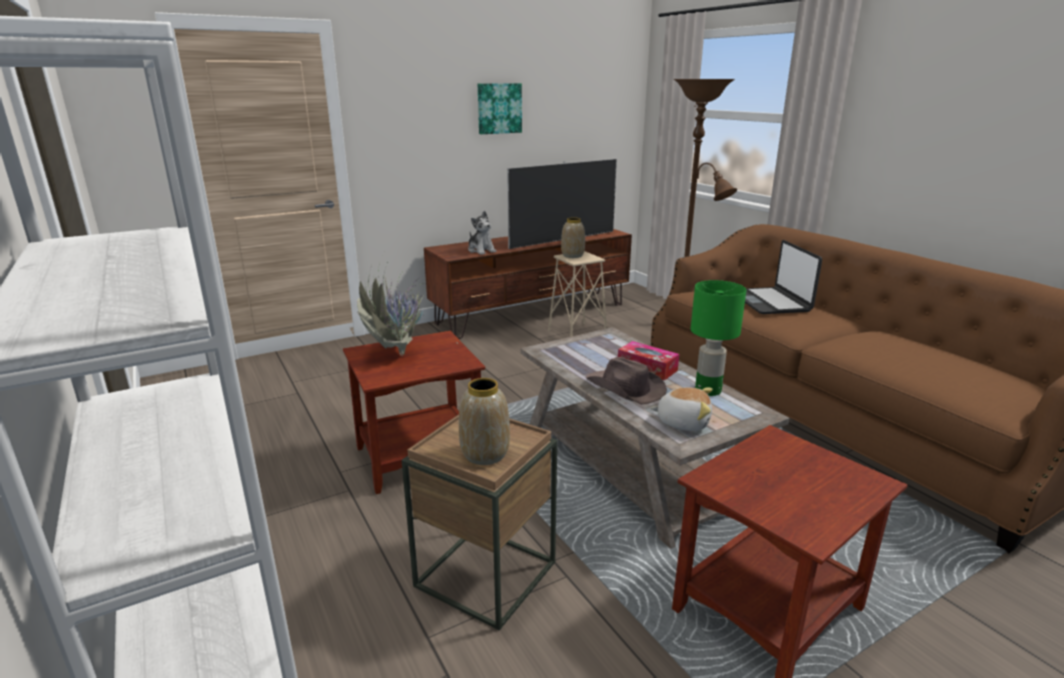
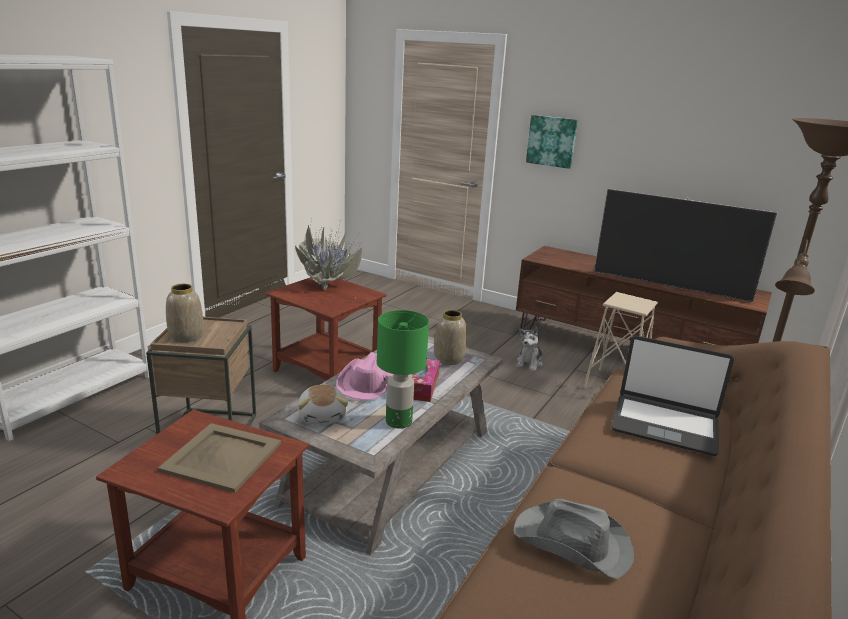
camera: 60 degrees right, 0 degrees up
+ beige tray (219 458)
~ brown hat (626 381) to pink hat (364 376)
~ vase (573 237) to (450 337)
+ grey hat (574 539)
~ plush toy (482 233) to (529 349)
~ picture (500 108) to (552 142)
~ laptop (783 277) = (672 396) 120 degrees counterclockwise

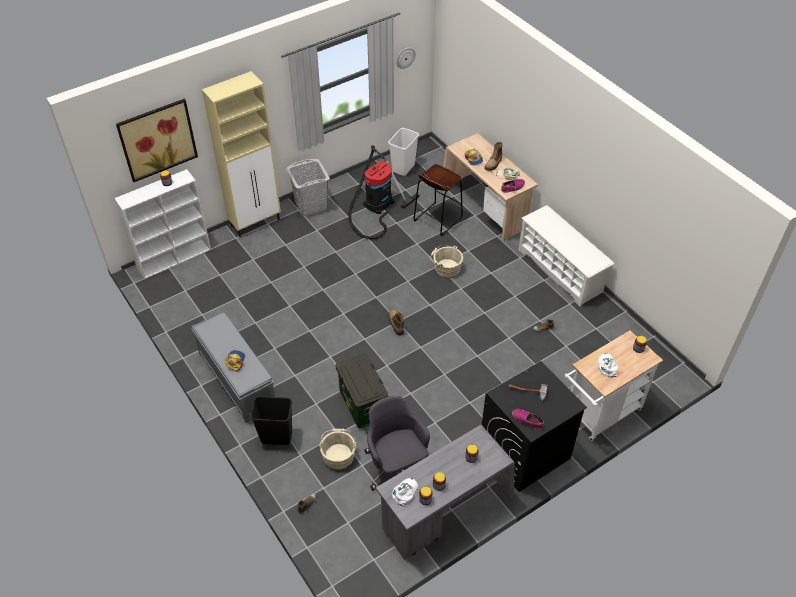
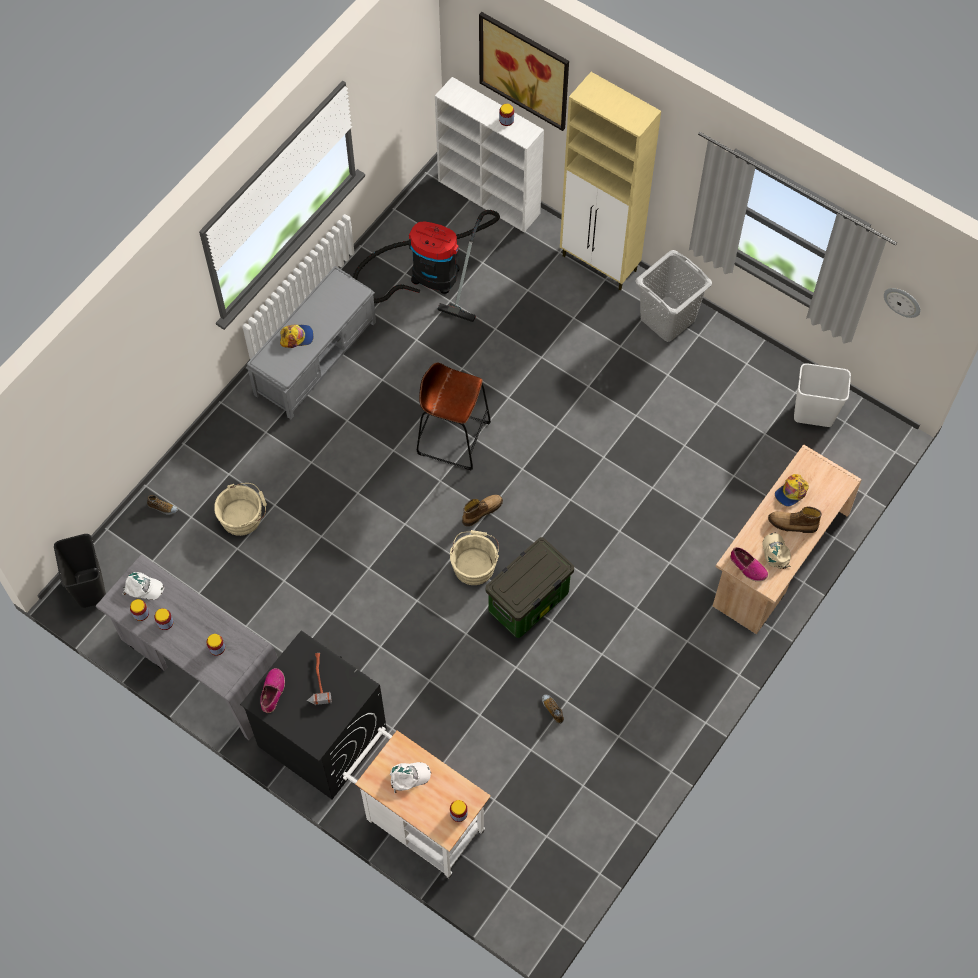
camera: 70 degrees right, 15 degrees up
~ black trash can (271 420) to (80 571)
~ vacuum cleaner (383 192) to (426 266)
~ brown stool (438 200) to (454 416)
~ beige bucket (446 261) to (474 557)
~ storage box (362 391) to (530 587)
- grey office chair (397 443)
- white shoe rack (566 256)

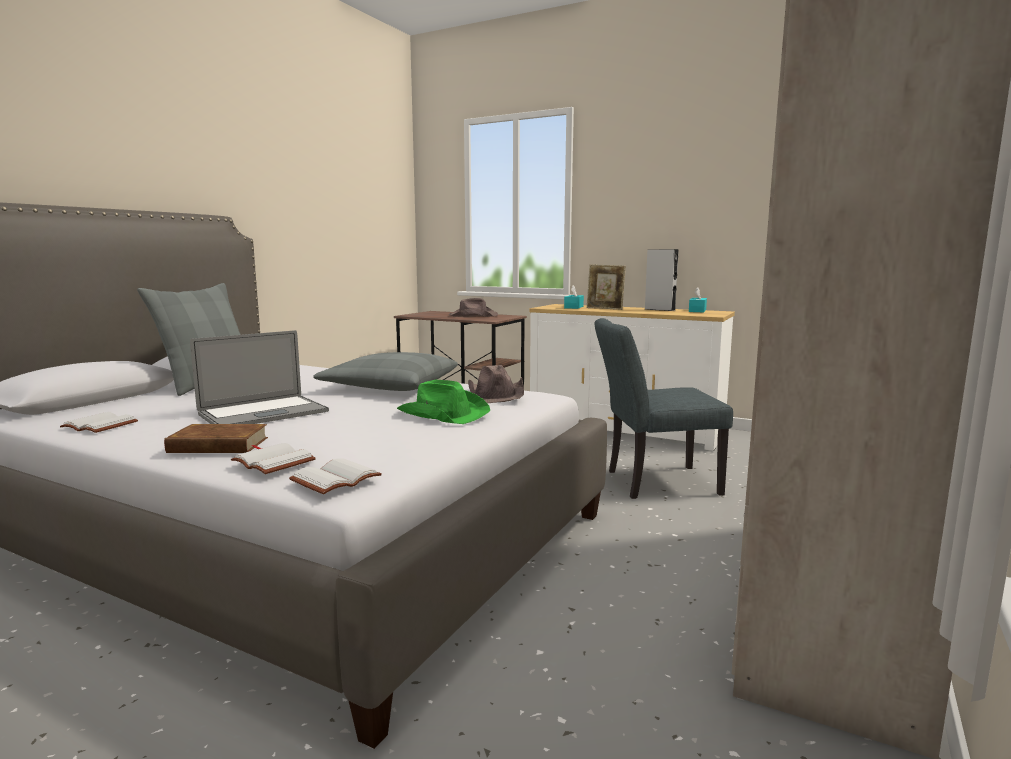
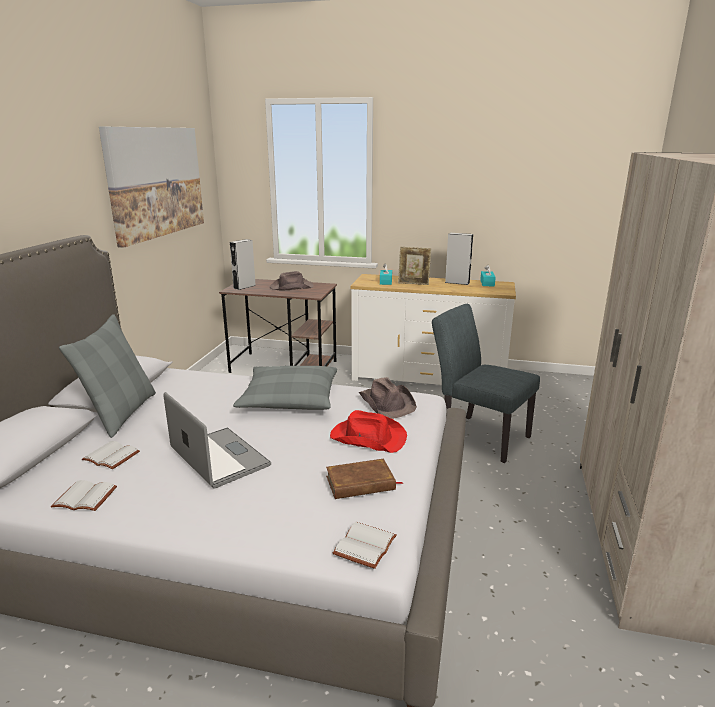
camera: 15 degrees left, 10 degrees up
~ white book (273 458) to (111 455)
+ picture (151 187)
~ laptop (259 377) = (217 440) 75 degrees counterclockwise
+ grey speaker (243 264)
~ brown book (216 438) to (364 479)
~ green hat (443 402) to red hat (368 431)
~ grey chair (664 408) = (486 383) 60 degrees clockwise

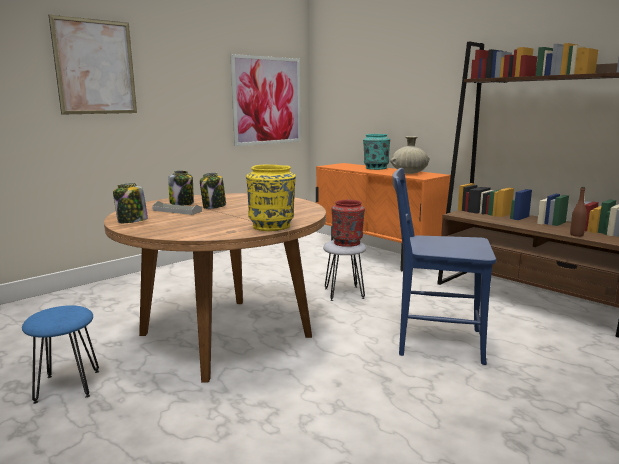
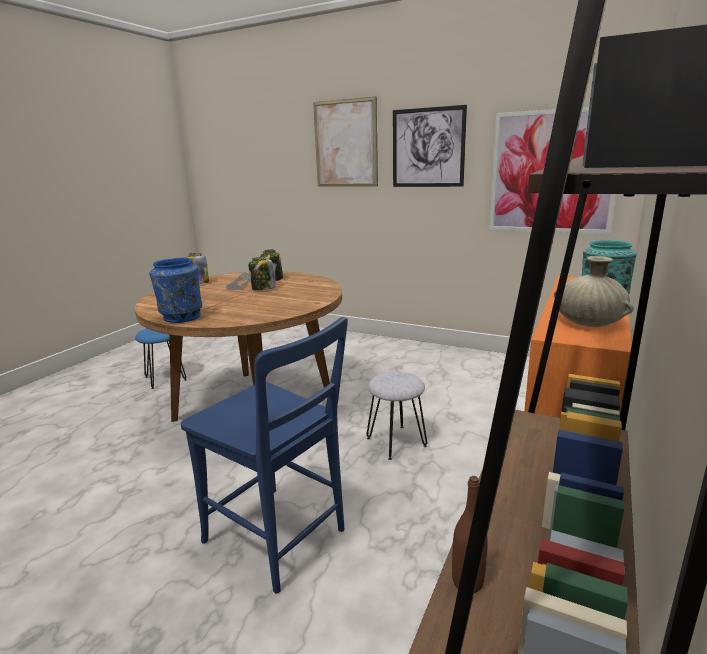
camera: 70 degrees right, 5 degrees up
~ yellow vase (271 197) to blue vase (175 290)
~ blue chair (444 266) = (264 455) 135 degrees clockwise
+ picture (430 146)
- red vase (348 223)

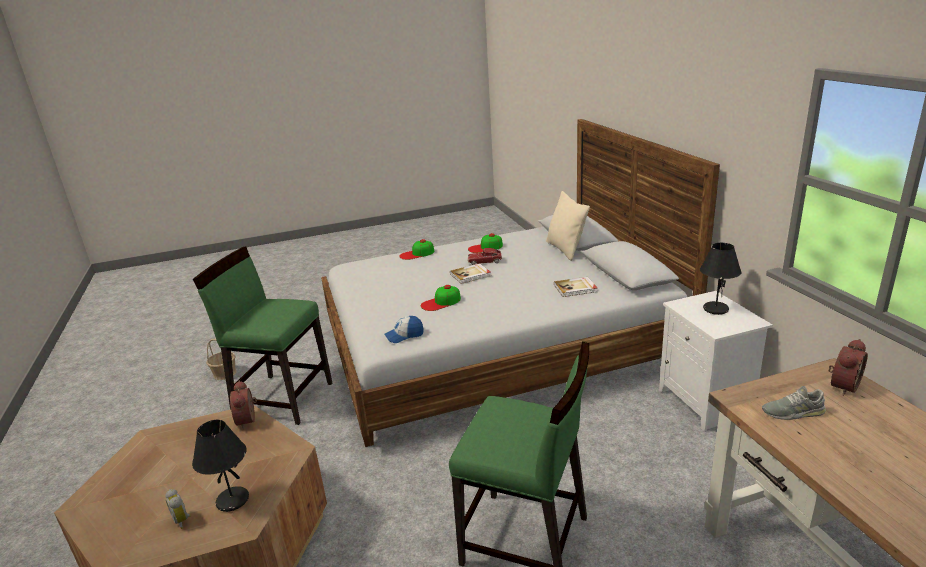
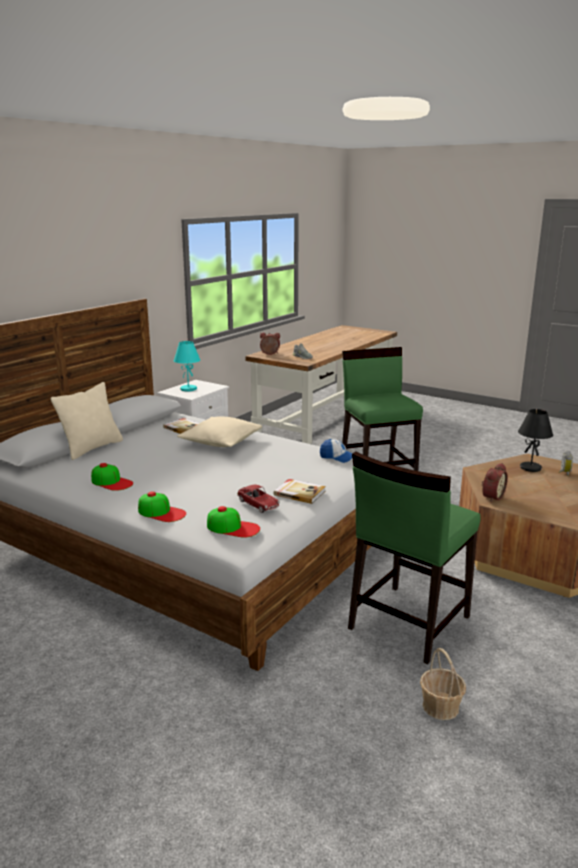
camera: 130 degrees left, 5 degrees down
~ black table lamp (720 279) to turquoise table lamp (187 366)
+ beige pillow (219 431)
~ cap (441 298) to (233 522)
~ toy car (485 256) to (258 499)
~ book (470 273) to (300 491)
~ green chair (262 336) = (414 557) 60 degrees clockwise

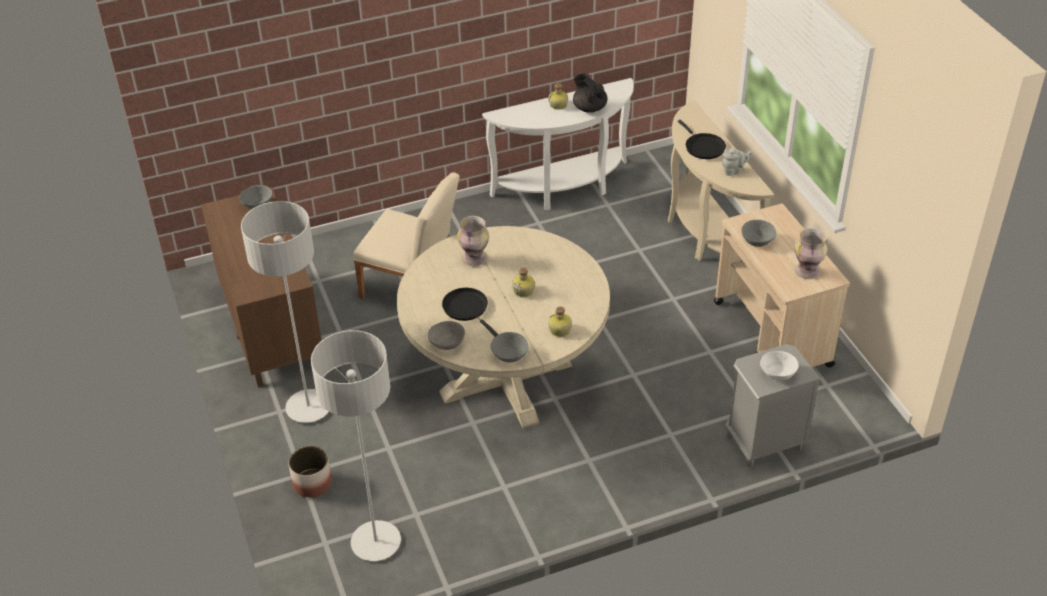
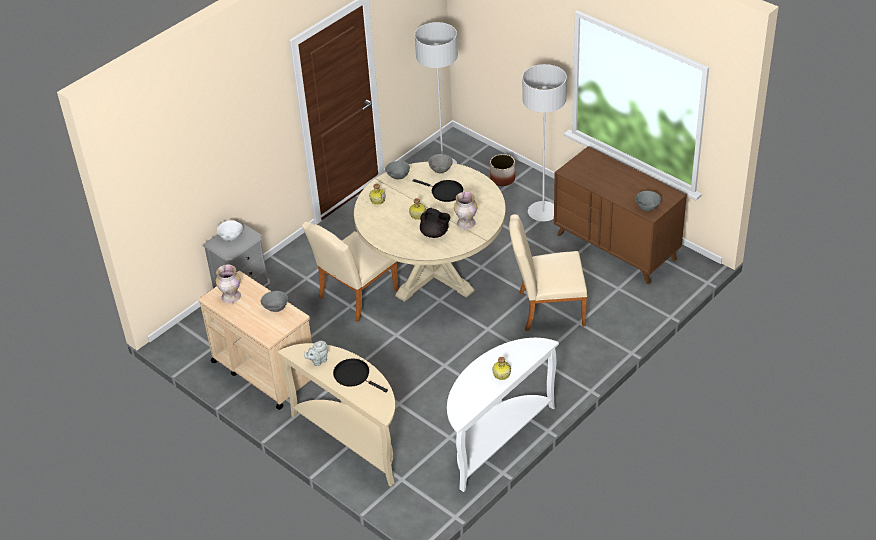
camera: 155 degrees right, 0 degrees up
+ beige chair (350 272)
~ black teapot (590 93) to (435 223)

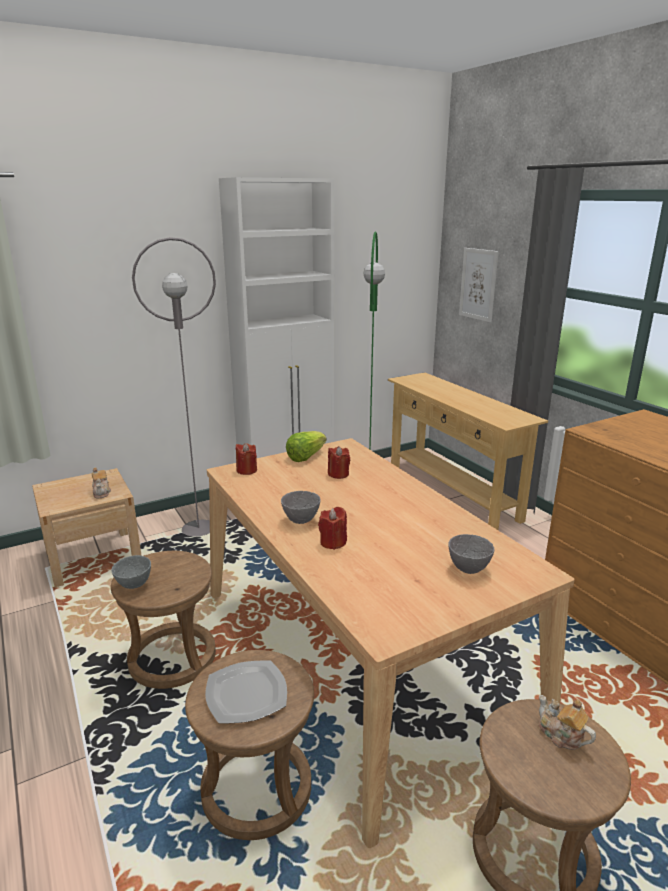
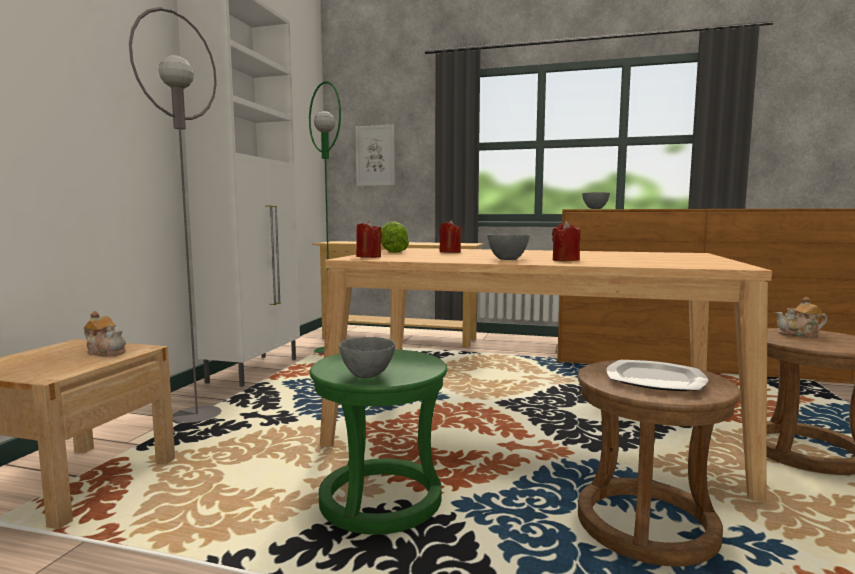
camera: 45 degrees left, 15 degrees down
~ brown stool (163 620) to green stool (378 442)
~ grey bowl (471 554) to (596 200)

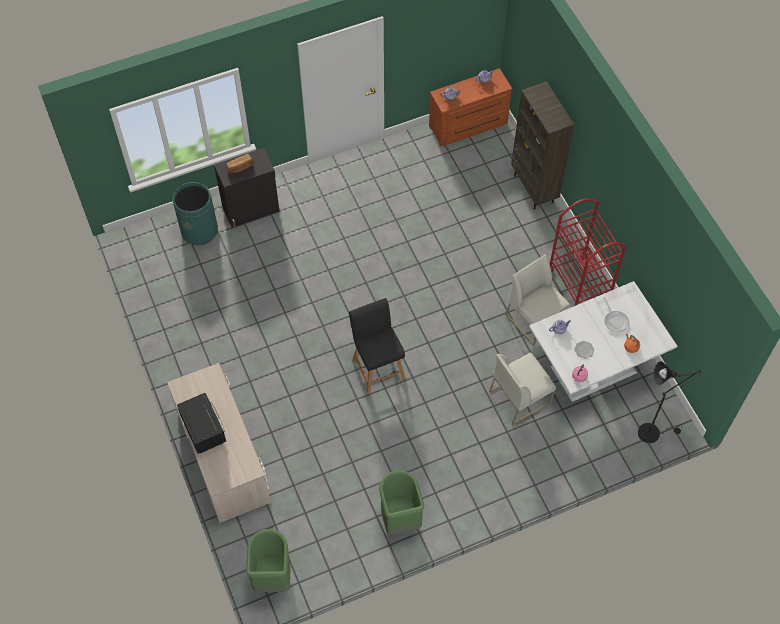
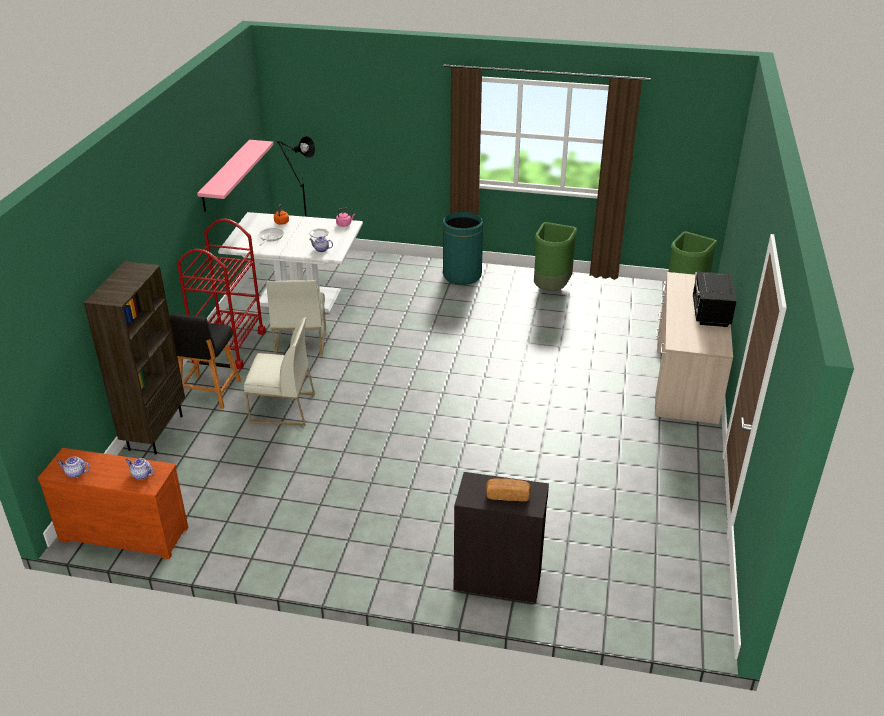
camera: 145 degrees left, 25 degrees down
~ black stool (377 346) to (205 361)
+ pink shelf (235 176)
~ white chair (522 388) to (279 371)
~ green trash can (195 213) to (463 248)

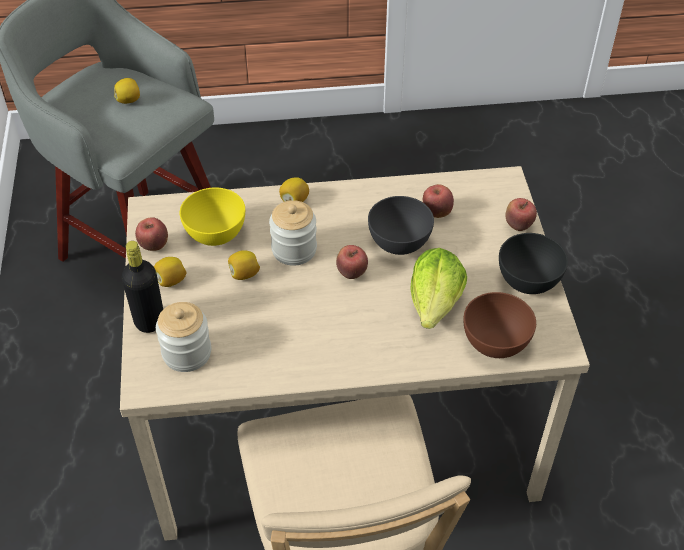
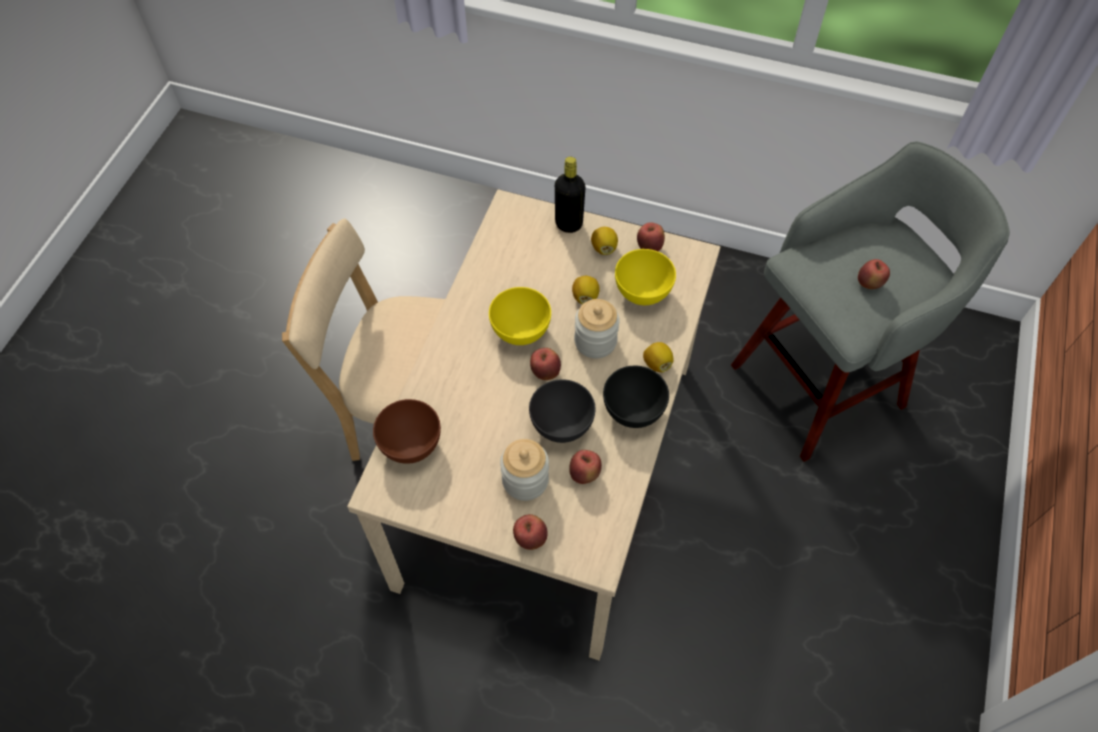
camera: 115 degrees right, 10 degrees up
+ yellow bowl (520 316)
~ jar (183 337) to (524 470)
~ black bowl (533 263) to (636 396)
~ lemon (127 91) to apple (874 274)
- lettuce (438 288)

